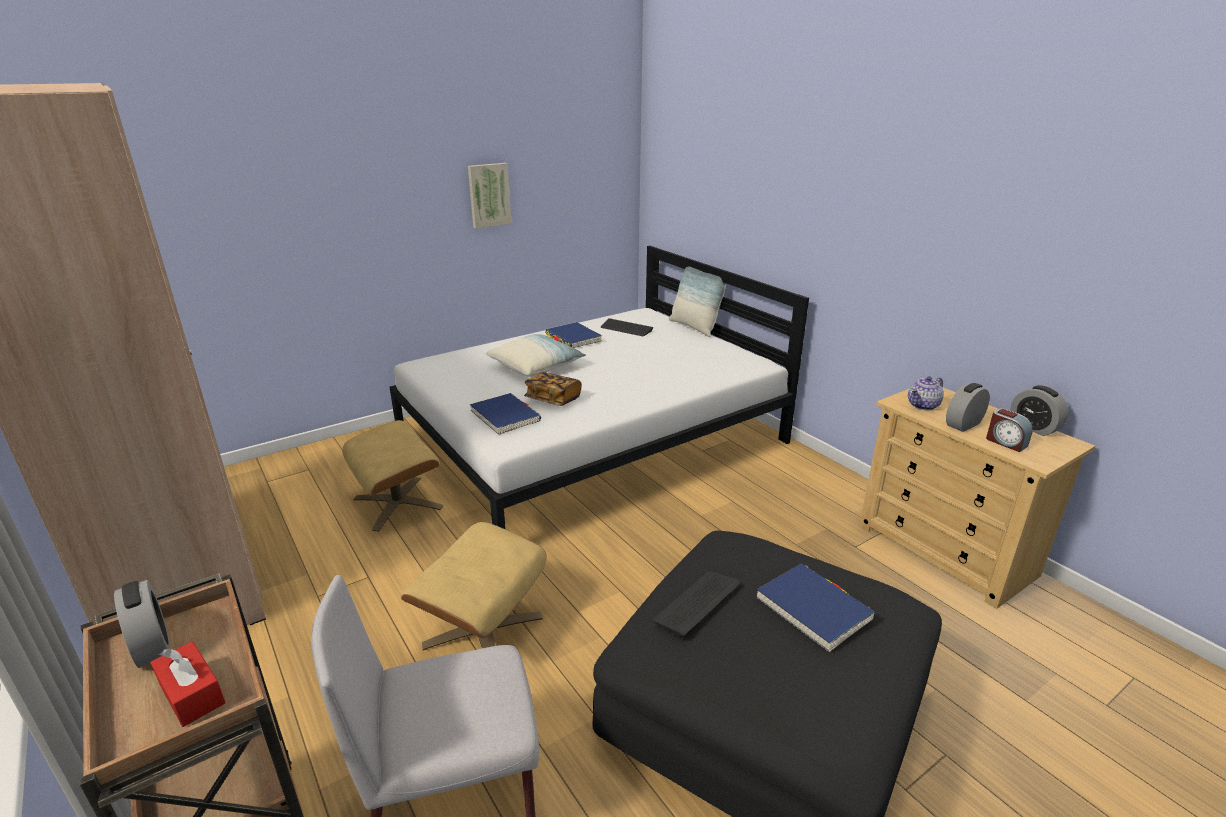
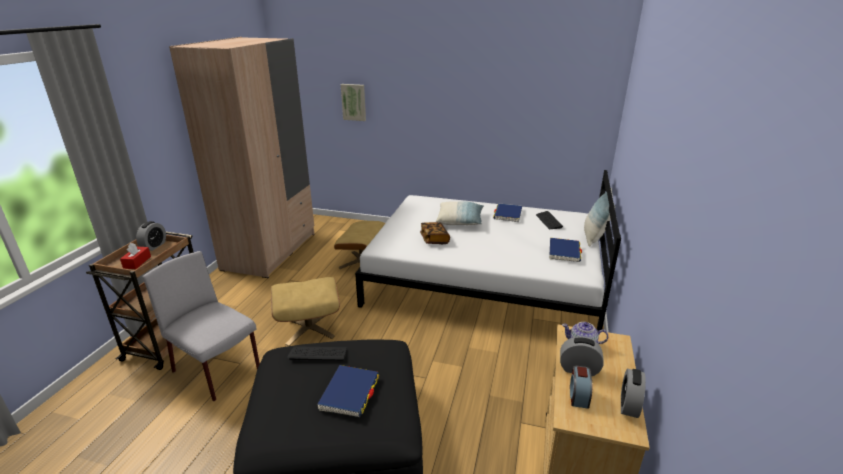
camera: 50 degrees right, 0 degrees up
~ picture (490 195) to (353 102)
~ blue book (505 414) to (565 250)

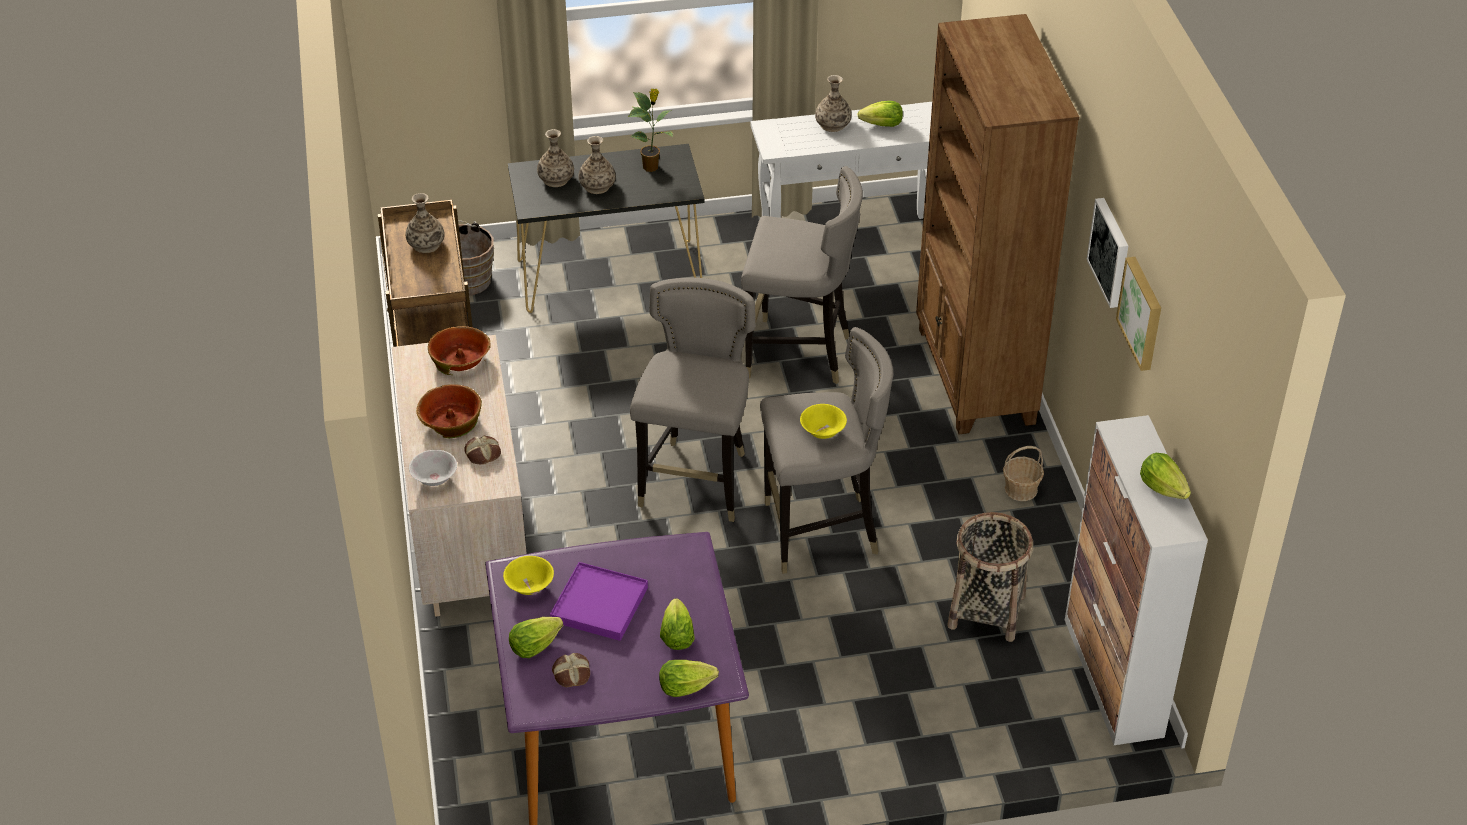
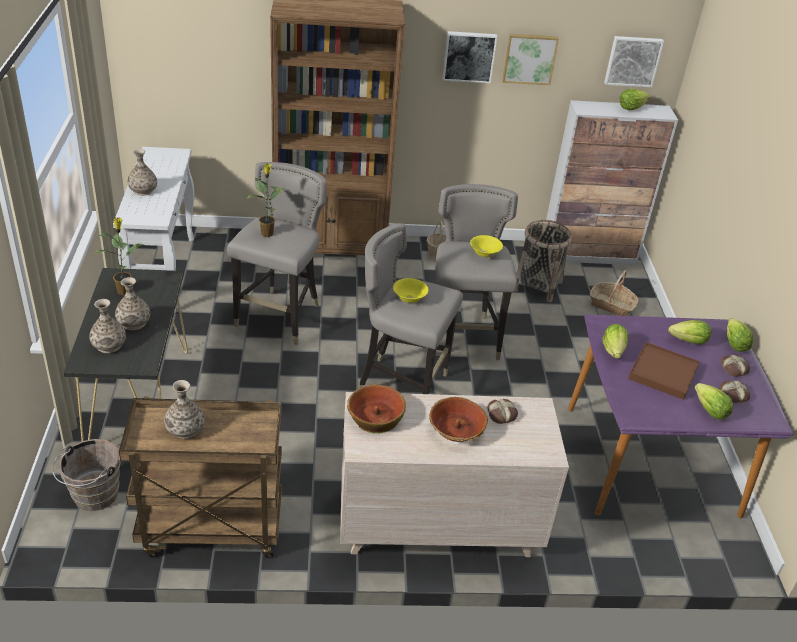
camera: 85 degrees left, 5 degrees down
+ potted plant (266 200)
~ yellow bowl (528 575) to (410 290)
+ basket (614 293)
~ lettuce (880 114) to (615 341)
+ picture (634 61)
~ purple tray (599 601) to brown tray (664 371)
+ bread (735 366)
- white bowl (433 468)

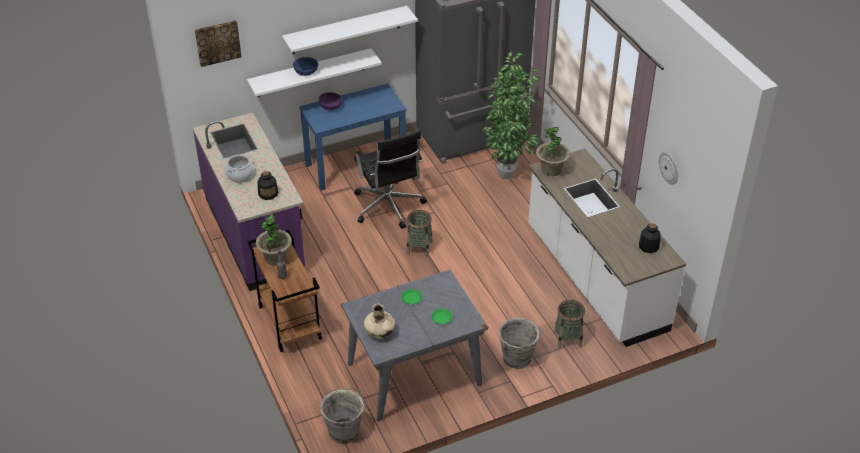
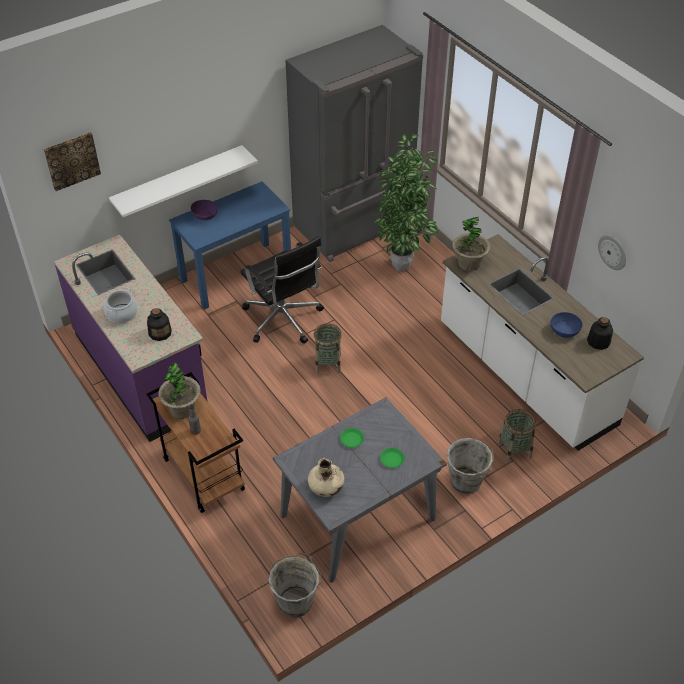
camera: 10 degrees left, 5 degrees up
~ blue bowl (305 66) to (566 325)
- white shelf (350 30)

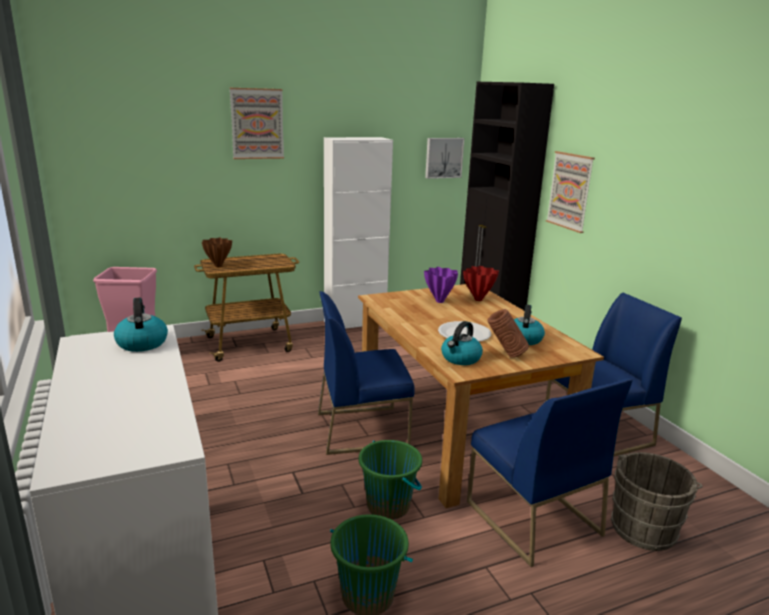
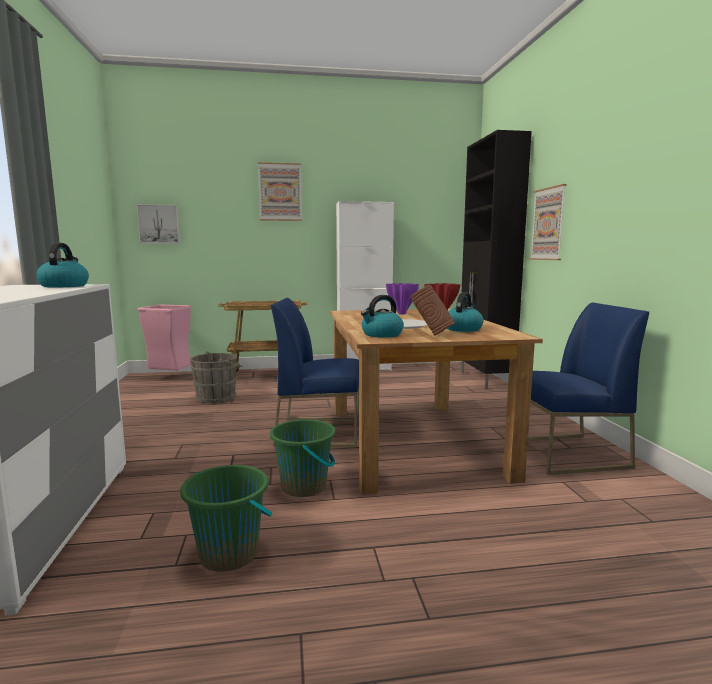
camera: 15 degrees right, 10 degrees down
~ picture (444 158) to (158 224)
~ grey bucket (657 501) to (216 377)
- brown vase (217 252)
- blue chair (549 473)

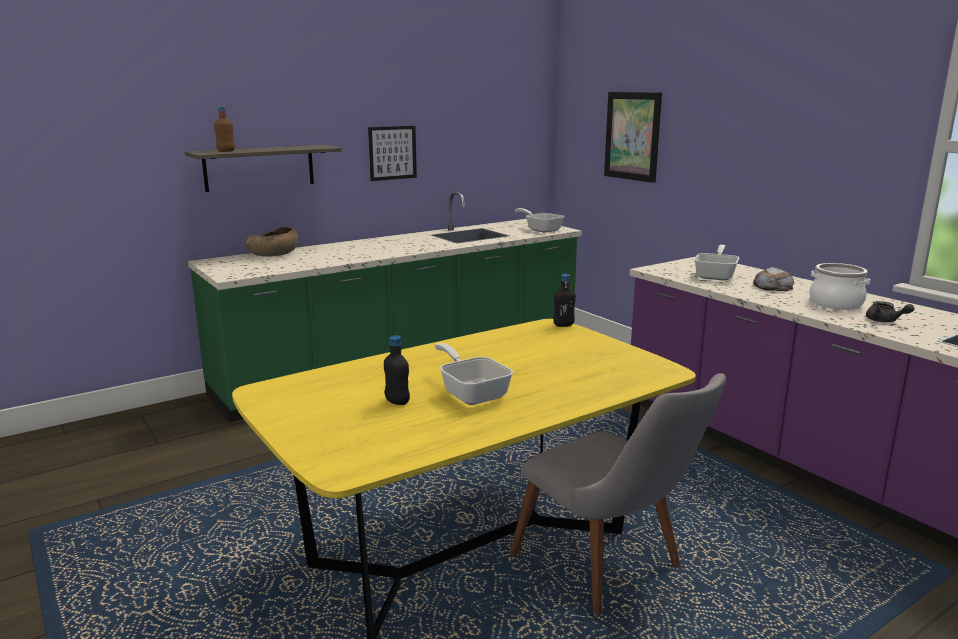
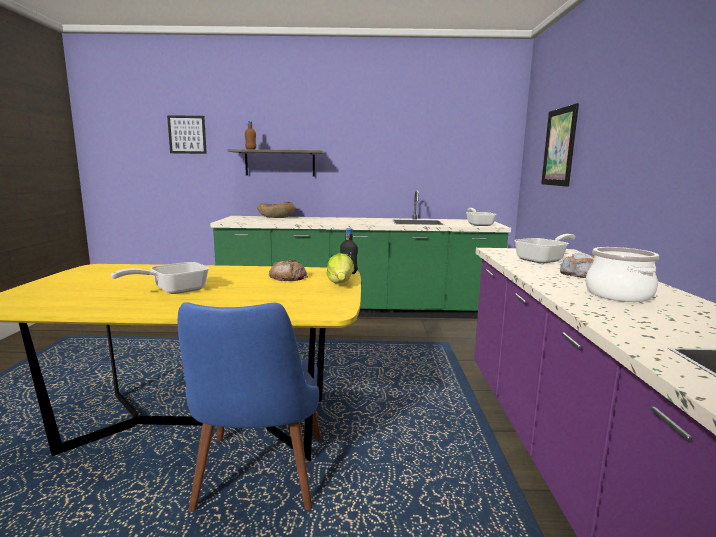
camera: 35 degrees right, 5 degrees down
~ frying pan (474 374) = (160 278) 135 degrees counterclockwise
~ picture (392 153) to (187 134)
~ grey chair (618 494) to blue chair (249 407)
+ bread (288 270)
+ lettuce (340 268)
- black bottle (397 370)
- grey teapot (890 311)

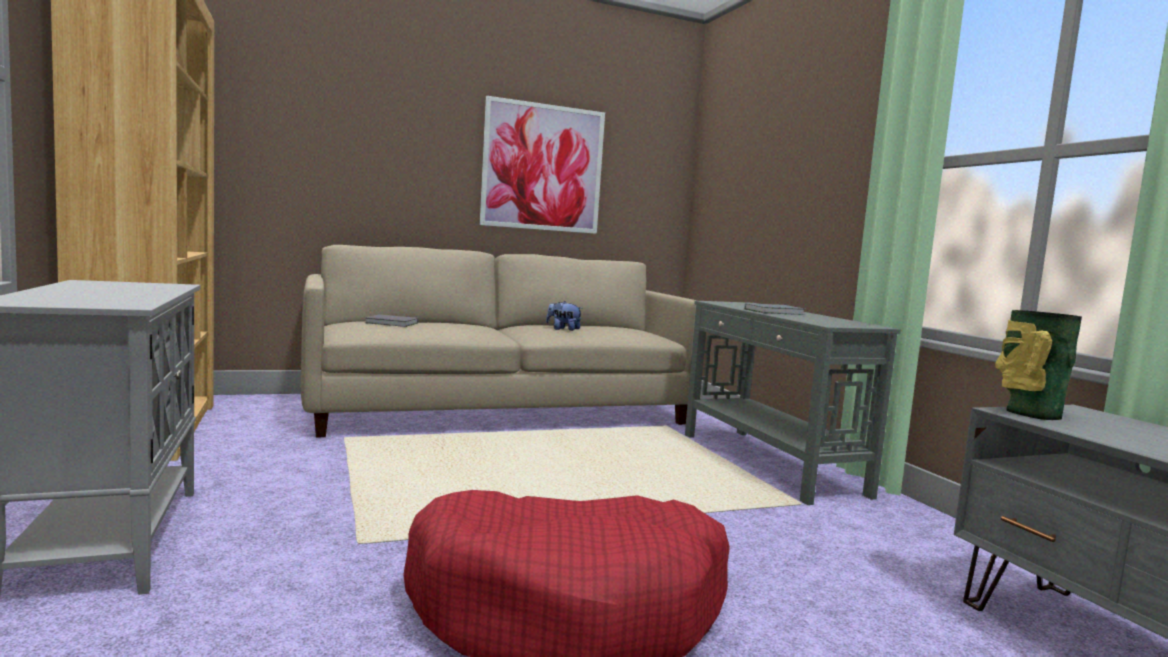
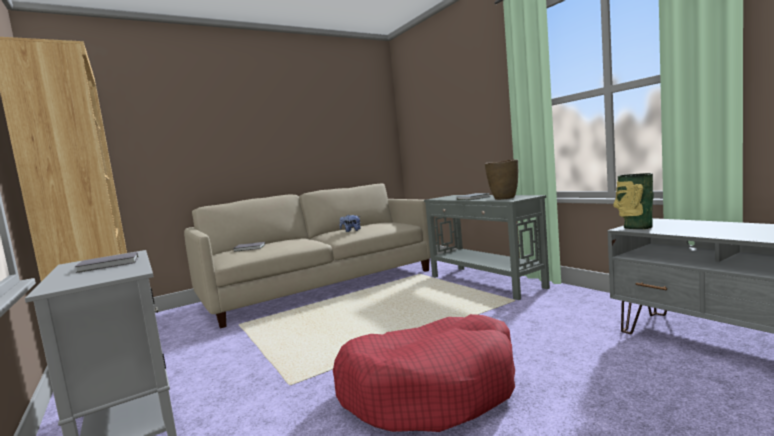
camera: 10 degrees left, 0 degrees up
+ grey book (106 262)
+ brown vase (501 179)
- picture (542 165)

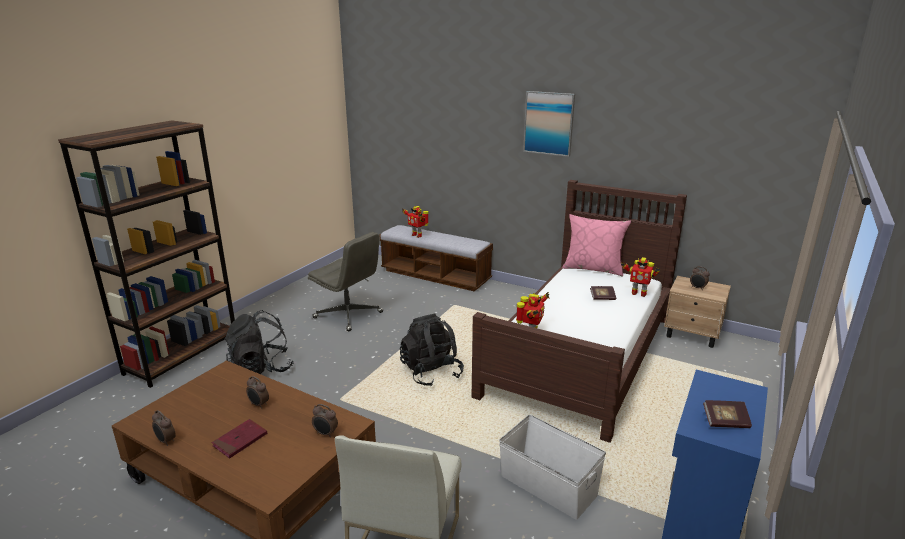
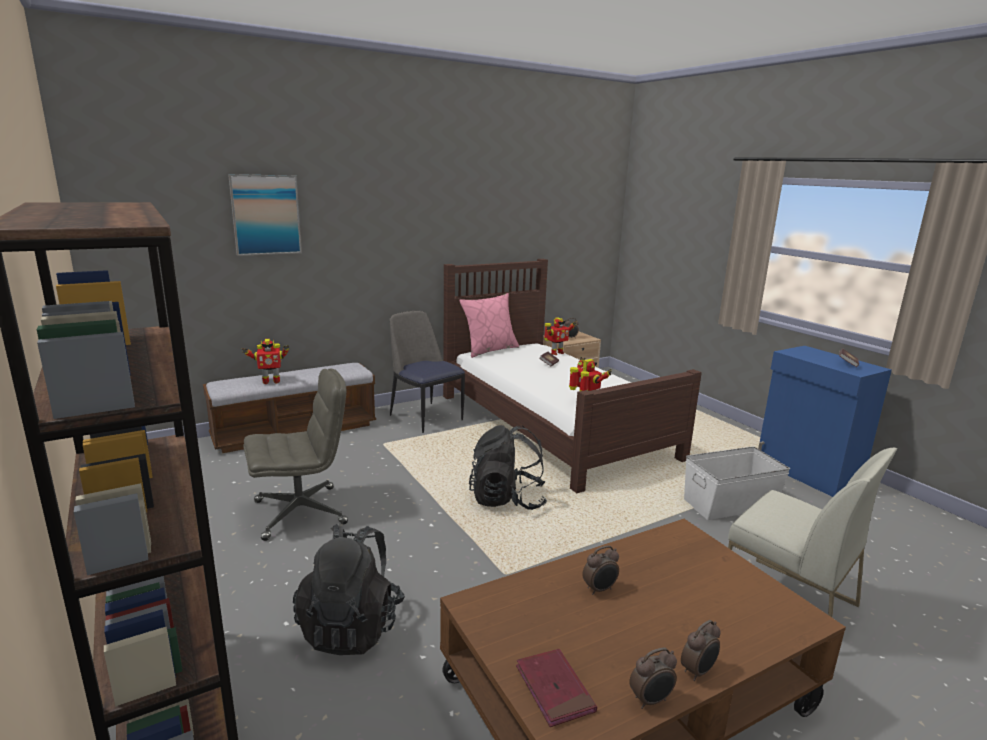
camera: 60 degrees left, 5 degrees down
~ picture (549 124) to (265 215)
+ chair (427 372)
~ red book (239 439) to (556 688)
~ alarm clock (325 421) to (701 650)

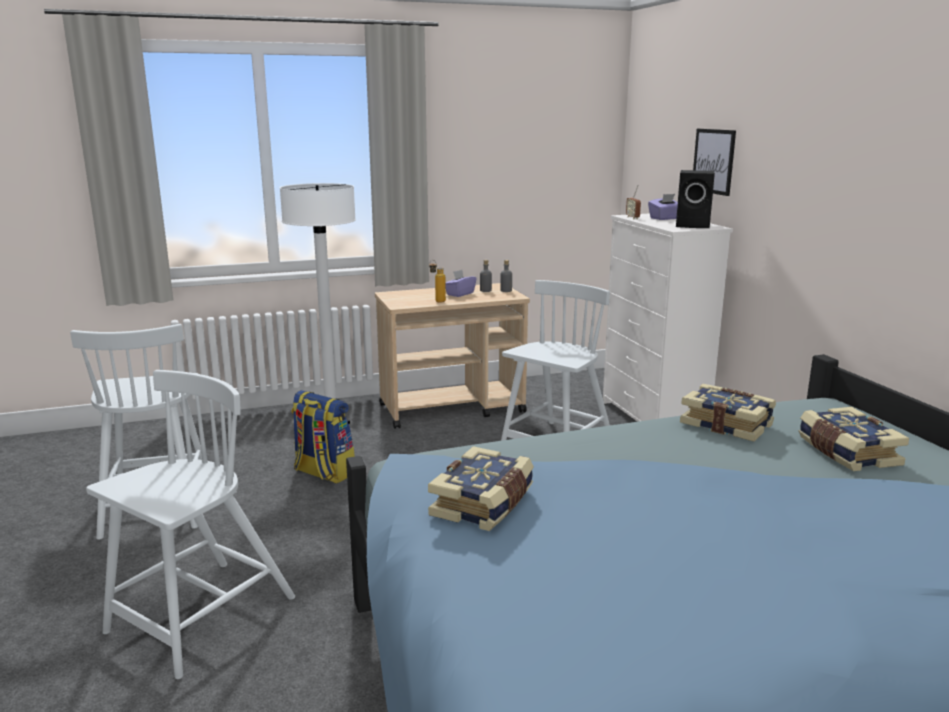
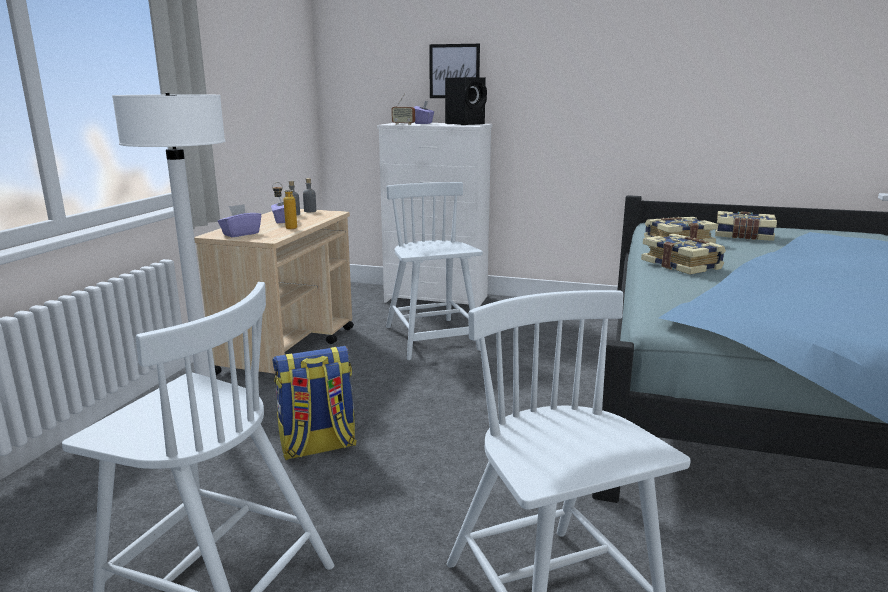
camera: 55 degrees left, 0 degrees up
+ purple tissue box (239 220)
~ book (481 488) to (683 254)

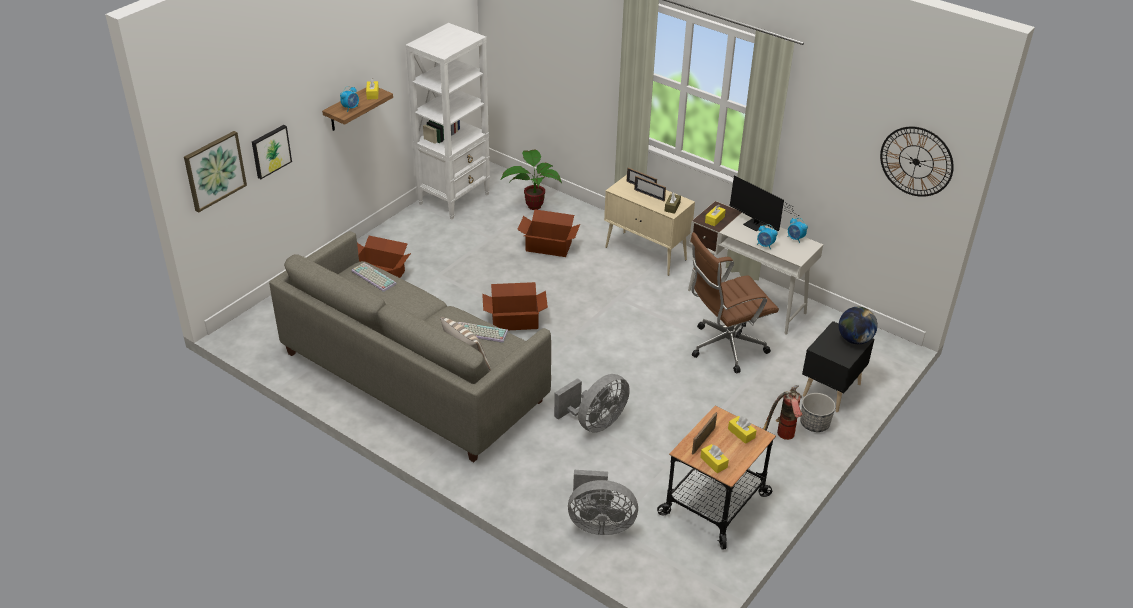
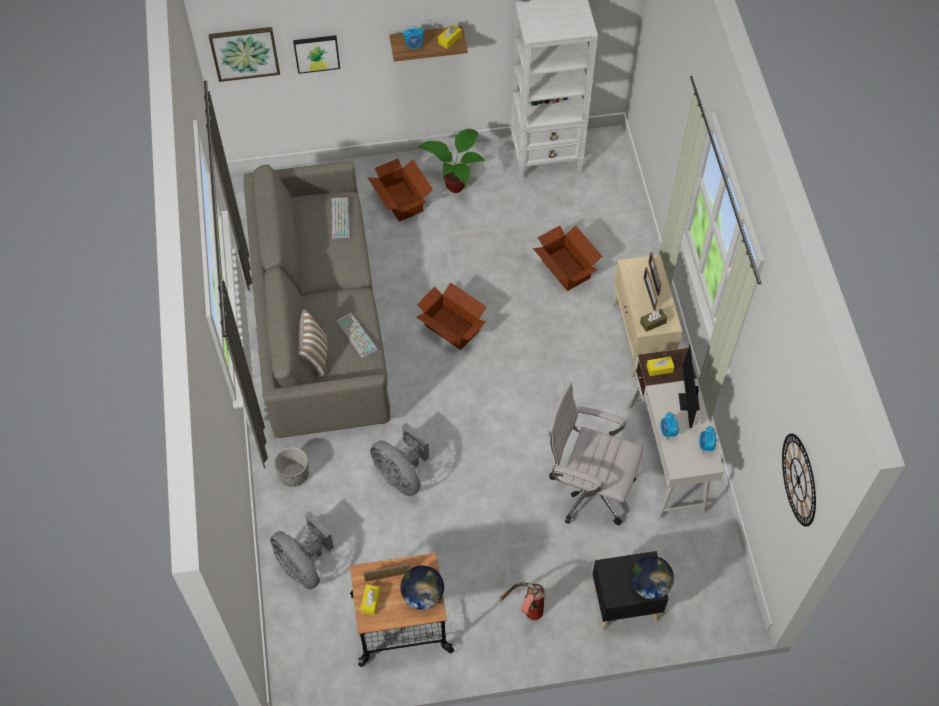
camera: 45 degrees right, 20 degrees up
~ planter (818 412) to (291 467)
~ grey fan (592 403) = (399 459) 45 degrees clockwise
~ yellow tissue box (742 430) to globe (422 587)
~ potted plant (531 180) to (451 161)
~ brown office chair (734 302) to white office chair (595 453)

